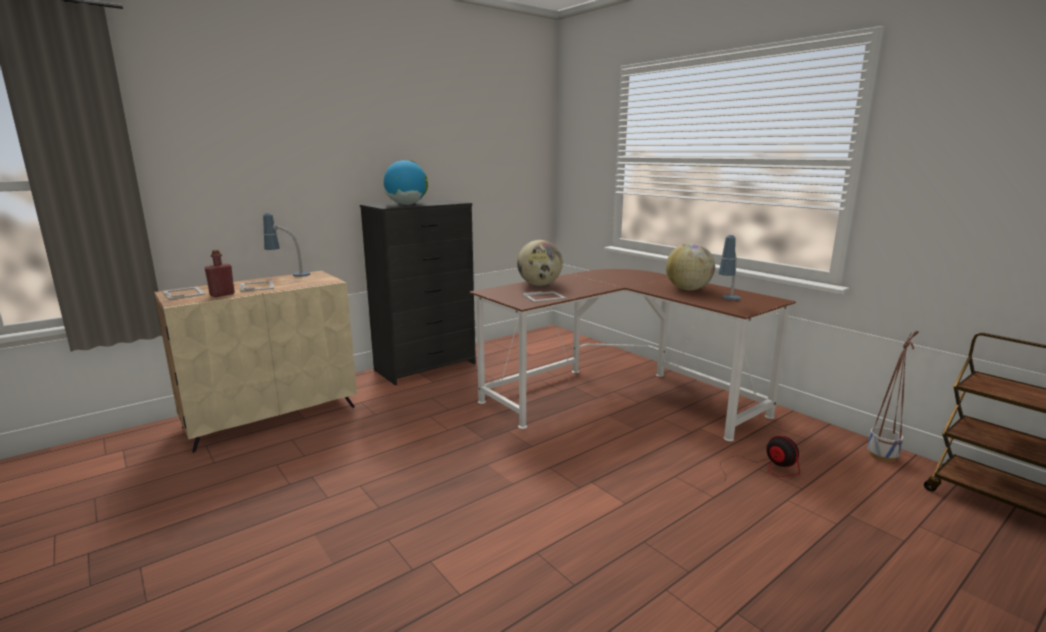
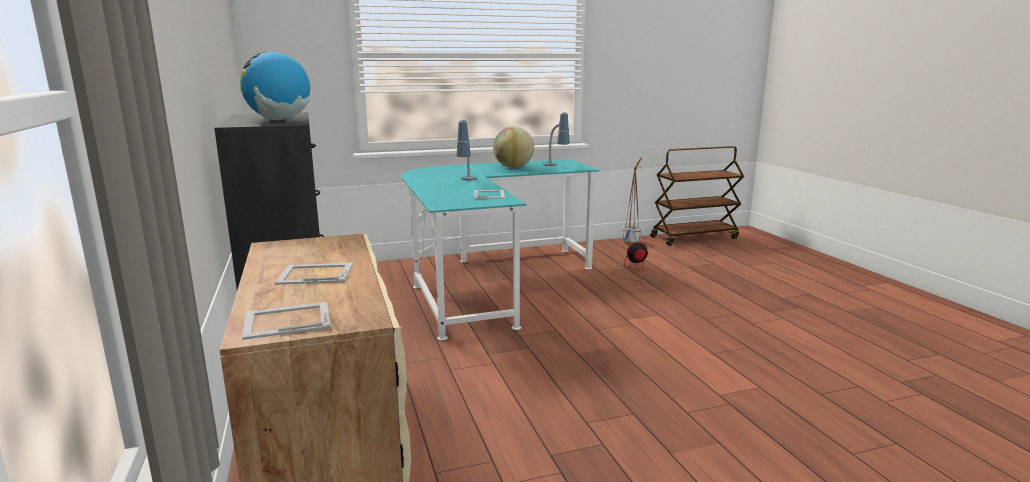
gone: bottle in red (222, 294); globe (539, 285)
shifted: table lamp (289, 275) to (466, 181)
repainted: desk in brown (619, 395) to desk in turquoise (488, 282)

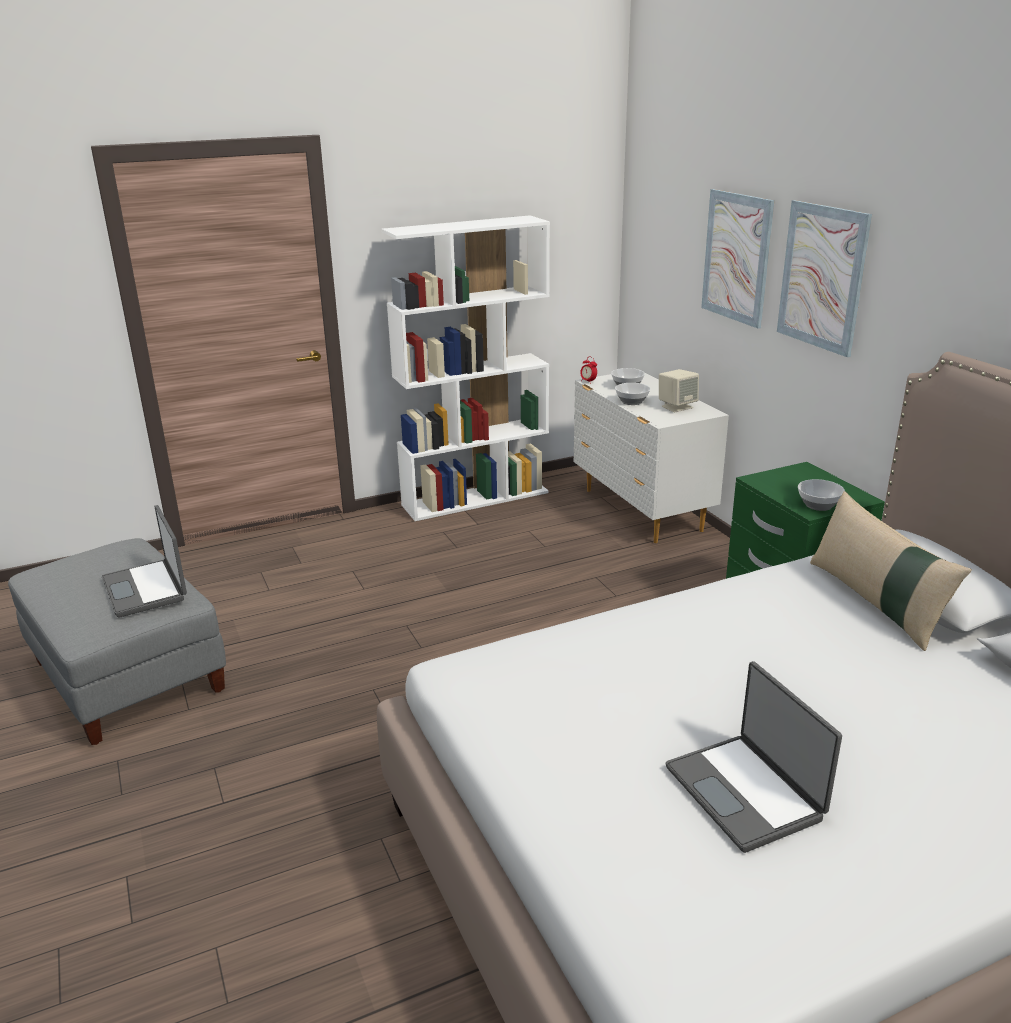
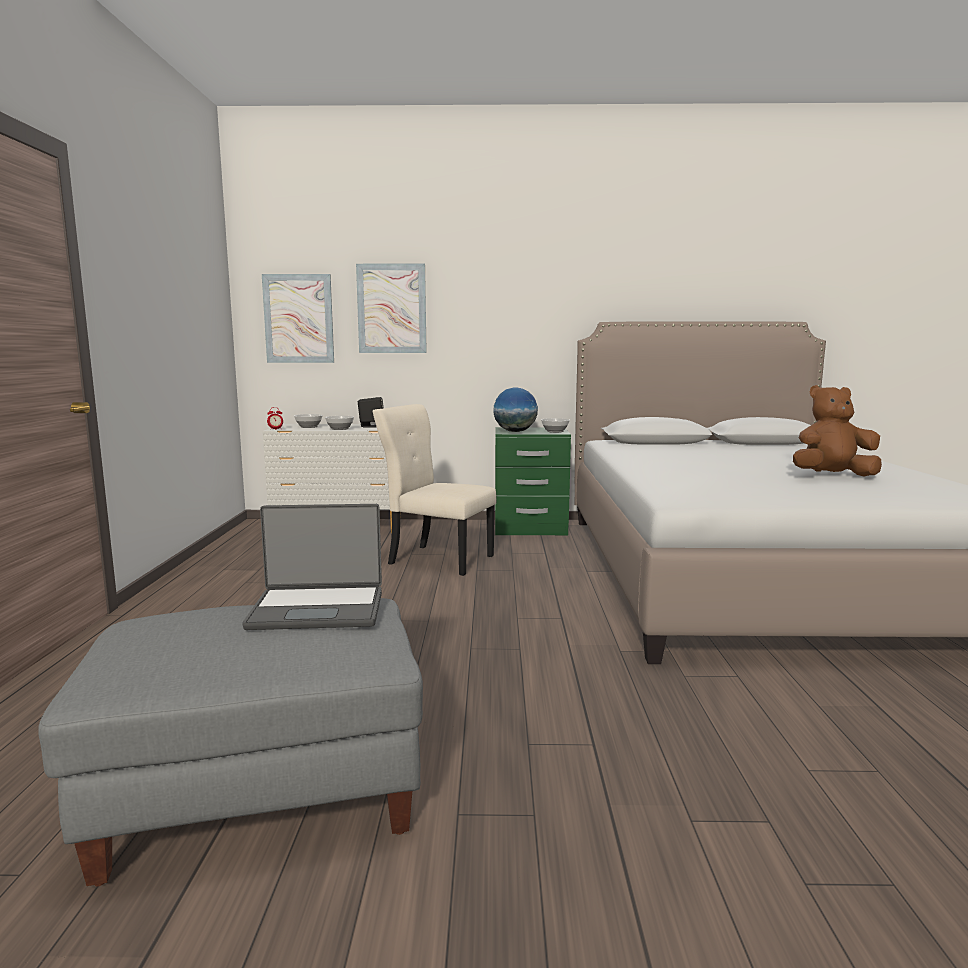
gone: bookcase in white (476, 498); pillow in beige (876, 602)
new: chair in beige (437, 559); globe (515, 432)
shifted: picture (822, 277) to (298, 319)
swapped: laptop (746, 792) to plush toy in brown (832, 476)
repainted: speaker in beige (677, 407) to speaker in black (371, 426)

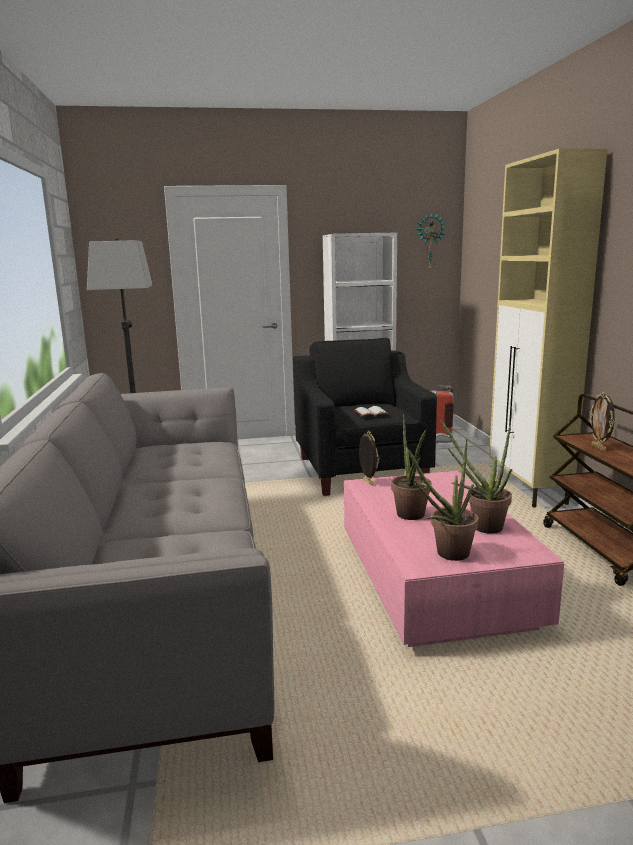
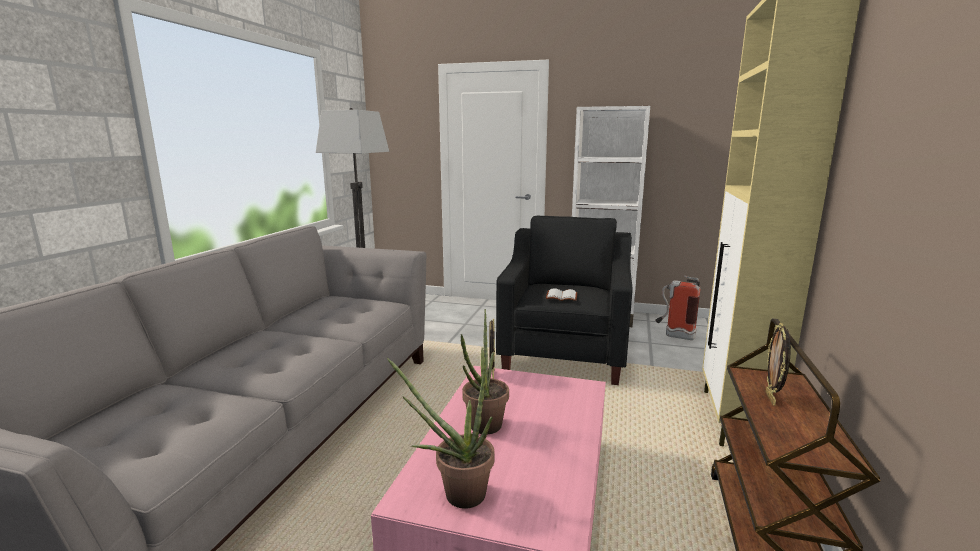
gone: wall clock (429, 242); potted plant (480, 526)

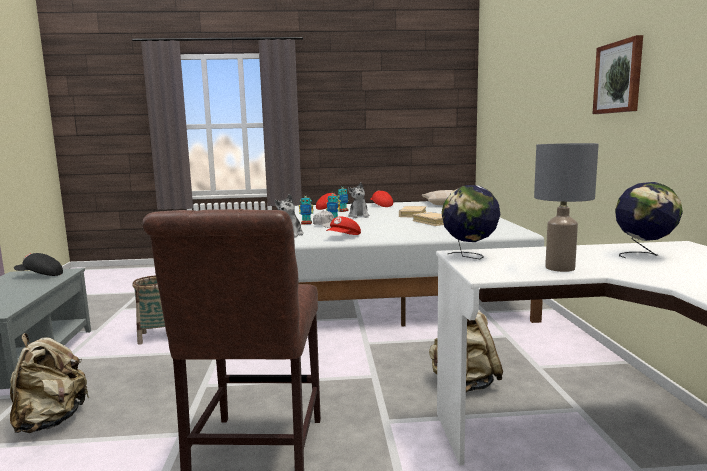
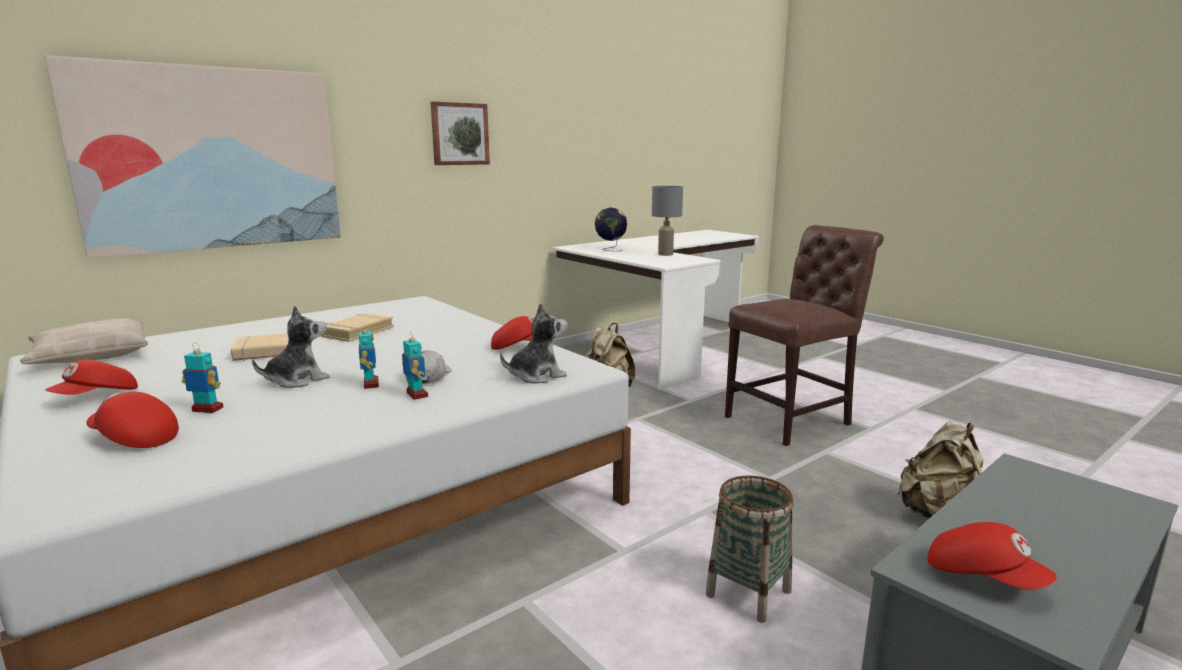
gone: globe (469, 257)
new: picture (212, 159)
repainted: cap in black (40, 275) to cap in red (983, 577)

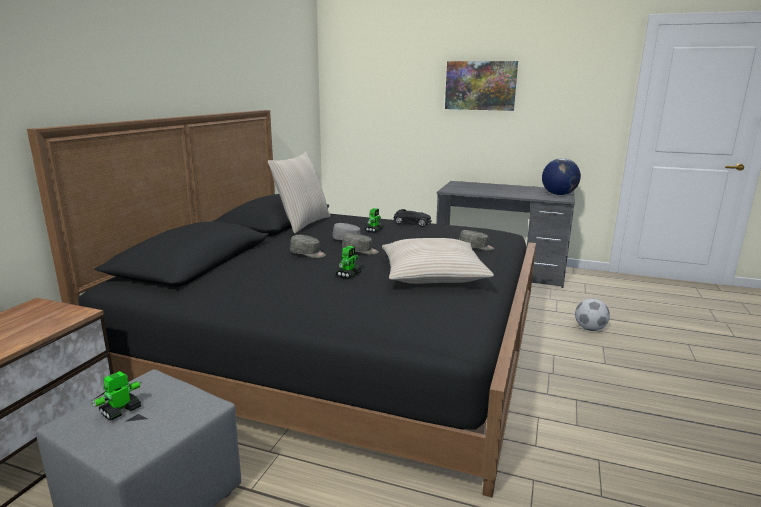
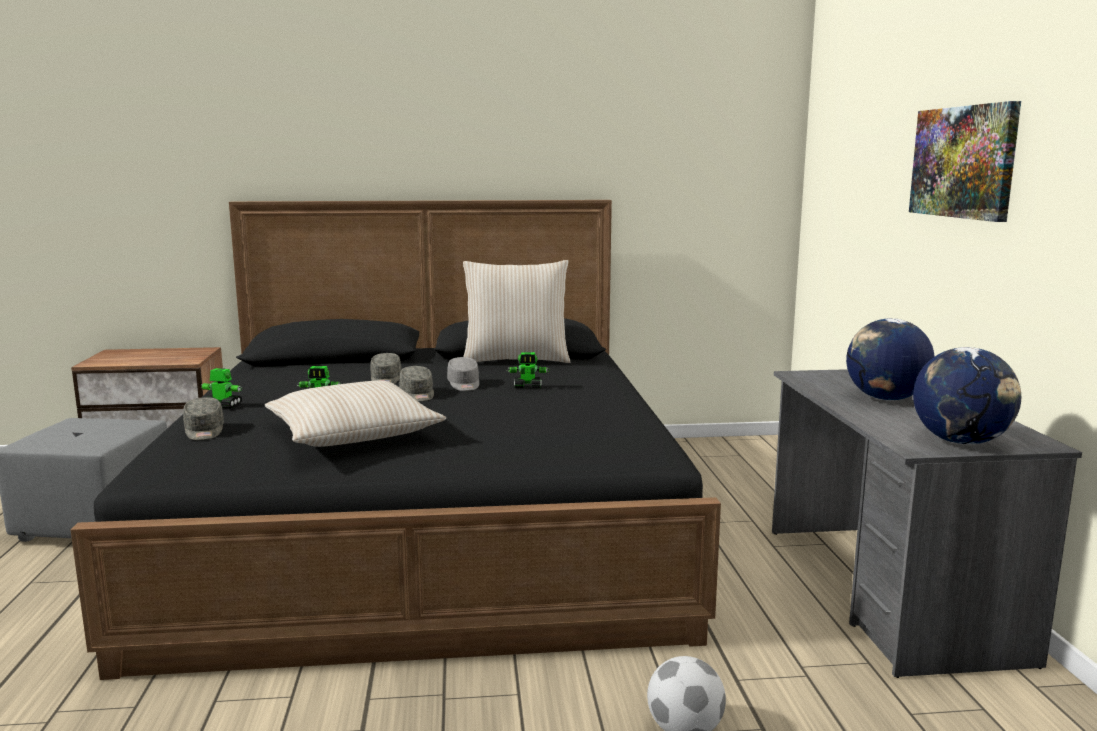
gone: toy car in black (412, 223)
new: globe (885, 399)
shifted: cap in grey (476, 248) to (204, 431); toy robot (120, 411) to (223, 406)

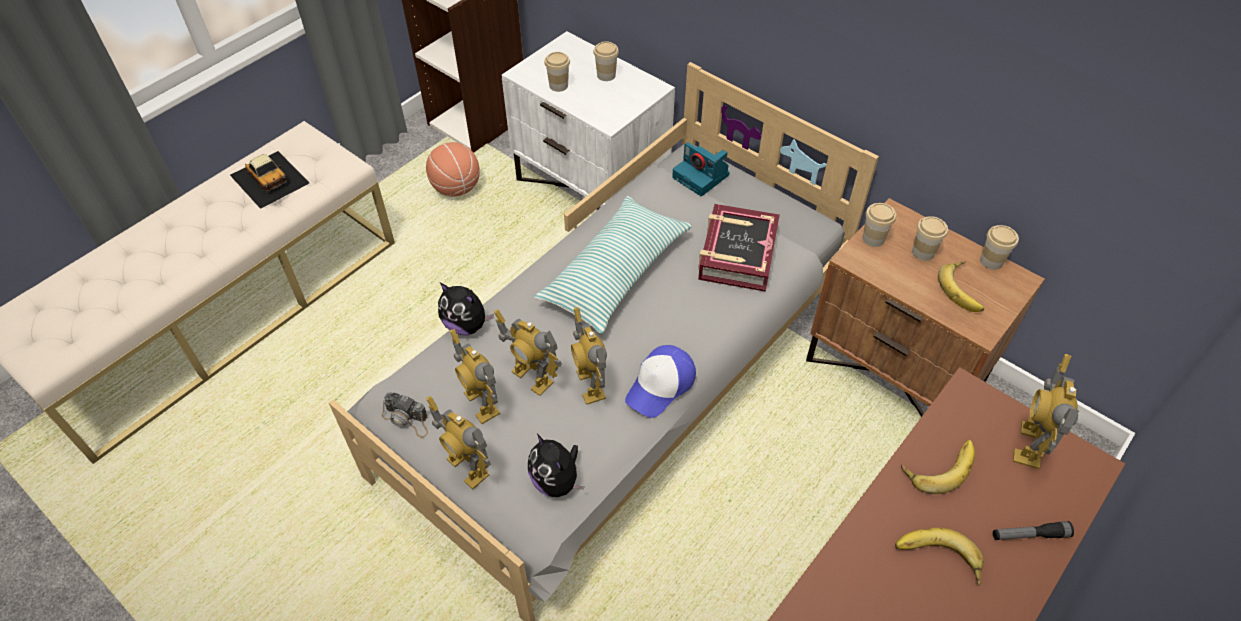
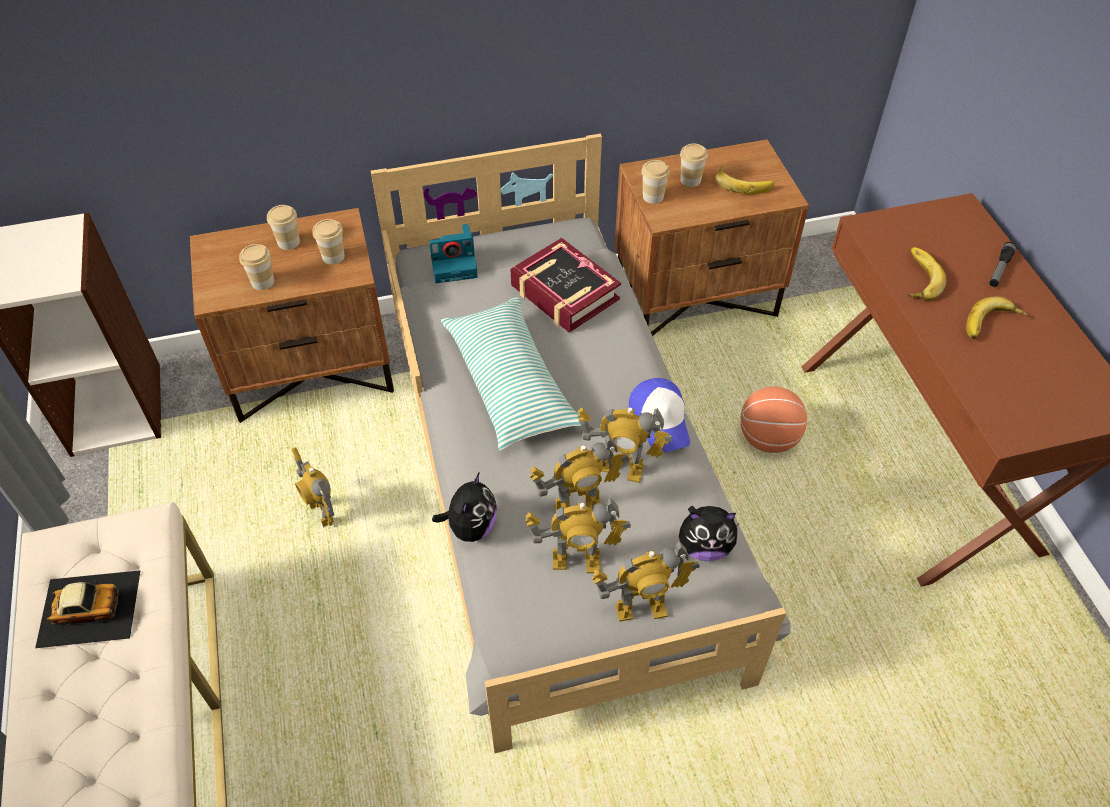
gone: photo camera (407, 419)
shifted: toy robot (1029, 445) to (323, 516); cup (991, 261) to (333, 256); basketball (456, 188) to (767, 438)
repainted: nightstand in white (591, 188) to nightstand in brown (313, 371)
rotated: plush toy (466, 325) = (470, 527) 45 degrees counterclockwise

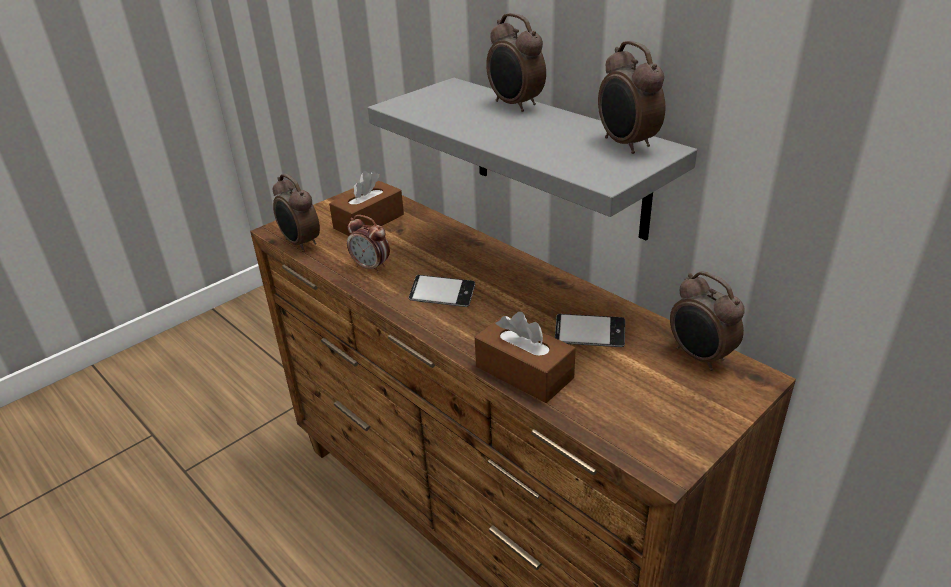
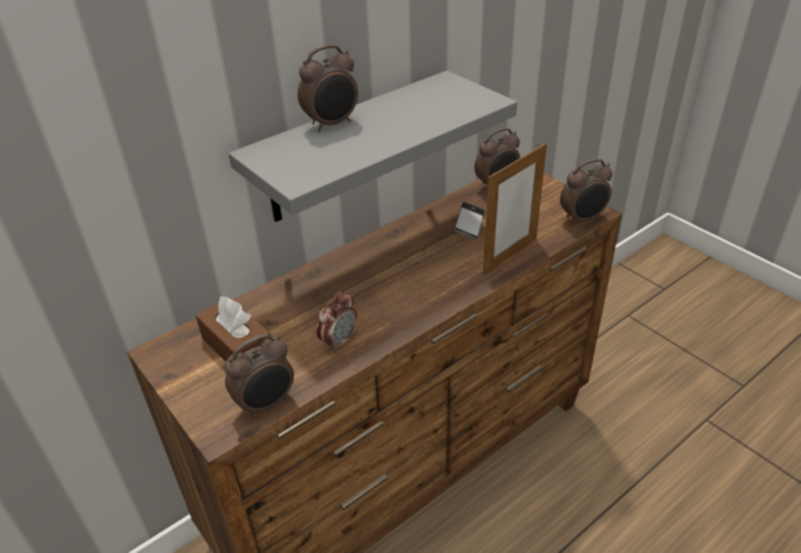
gone: phone (442, 295)
shifted: alarm clock (626, 145) to (583, 219)
swapped: tissue box in brown (524, 372) to picture frame (510, 256)

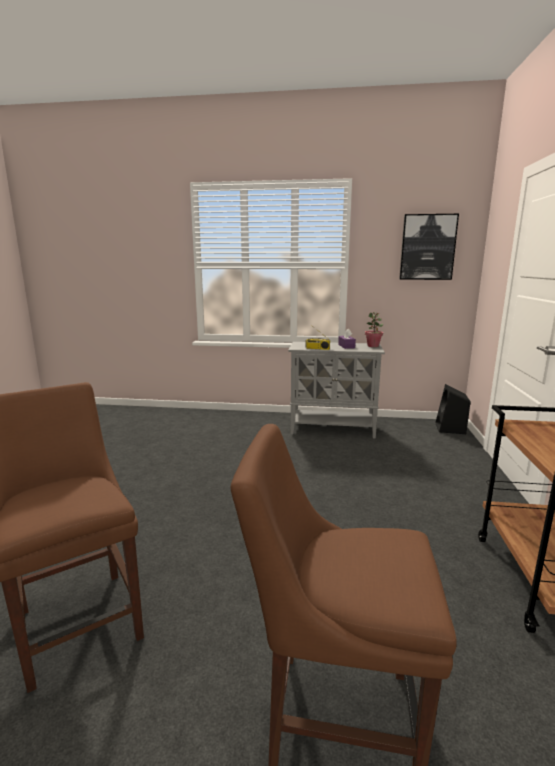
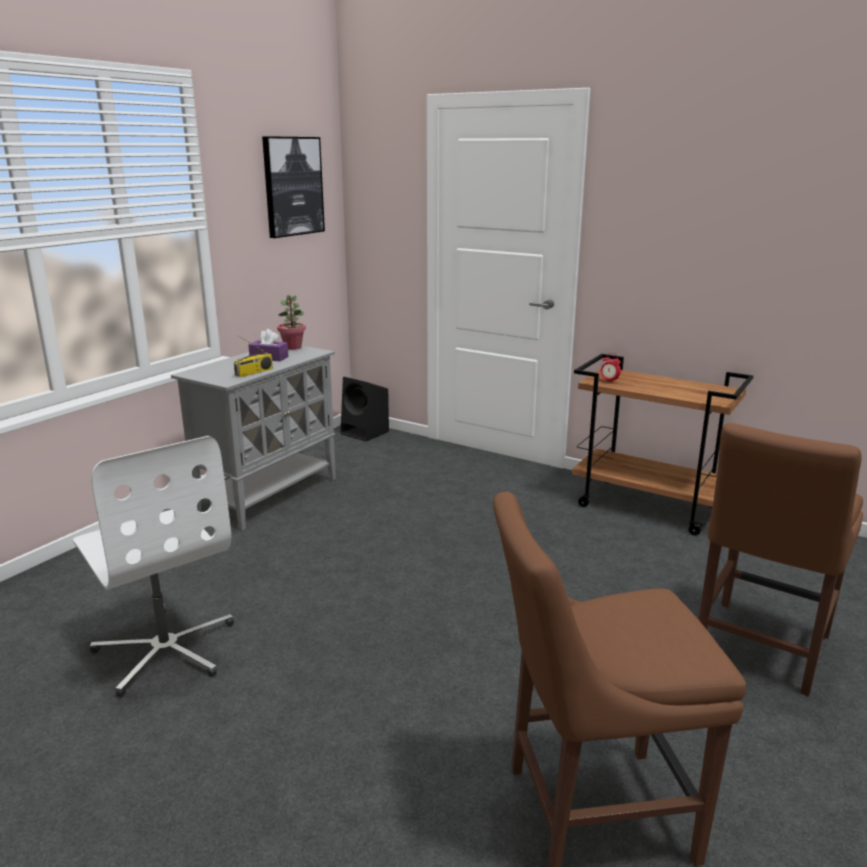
new: office chair in white (166, 649); alarm clock (609, 381)

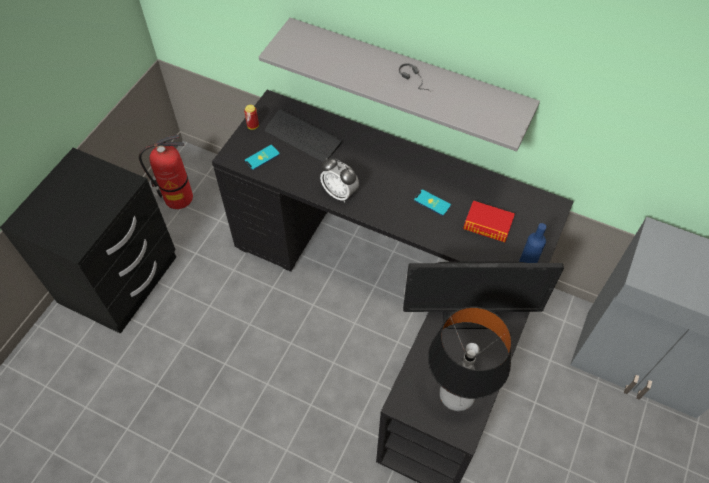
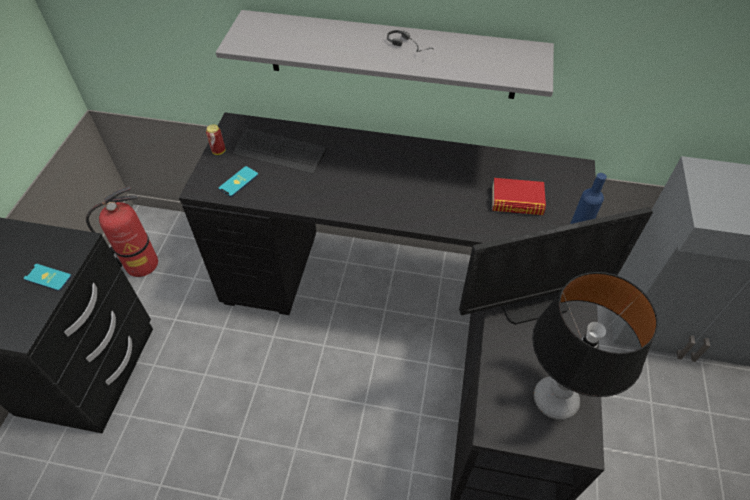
gone: alarm clock (339, 193)
shifted: phone (432, 202) to (48, 277)

